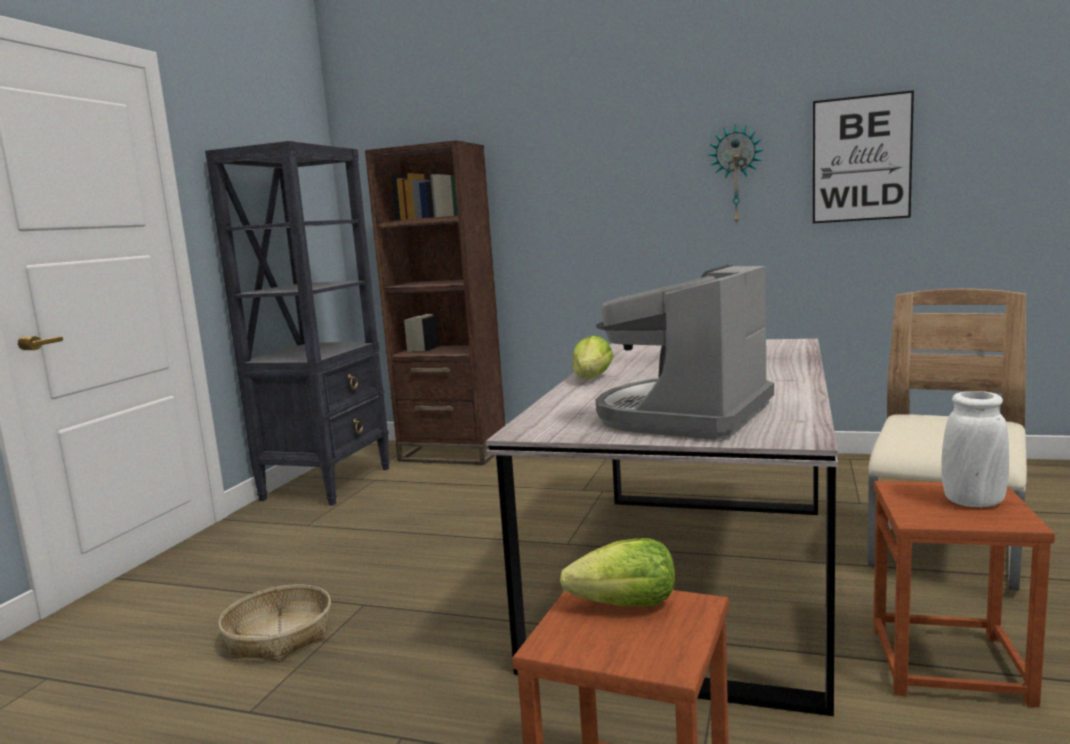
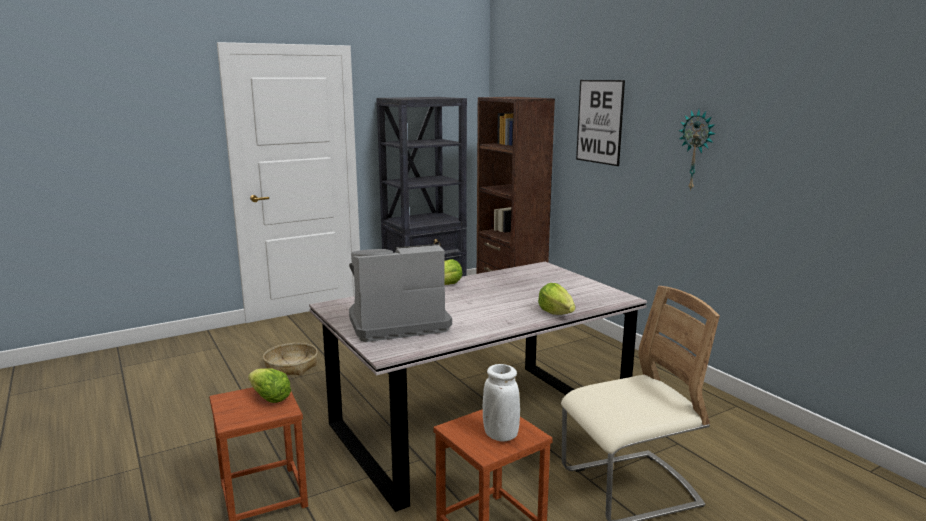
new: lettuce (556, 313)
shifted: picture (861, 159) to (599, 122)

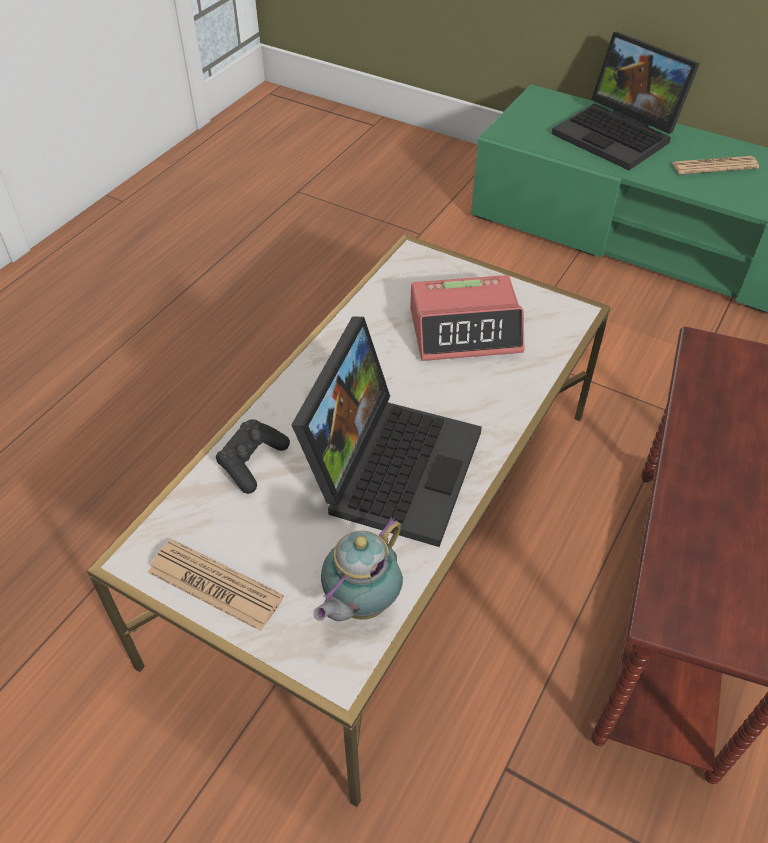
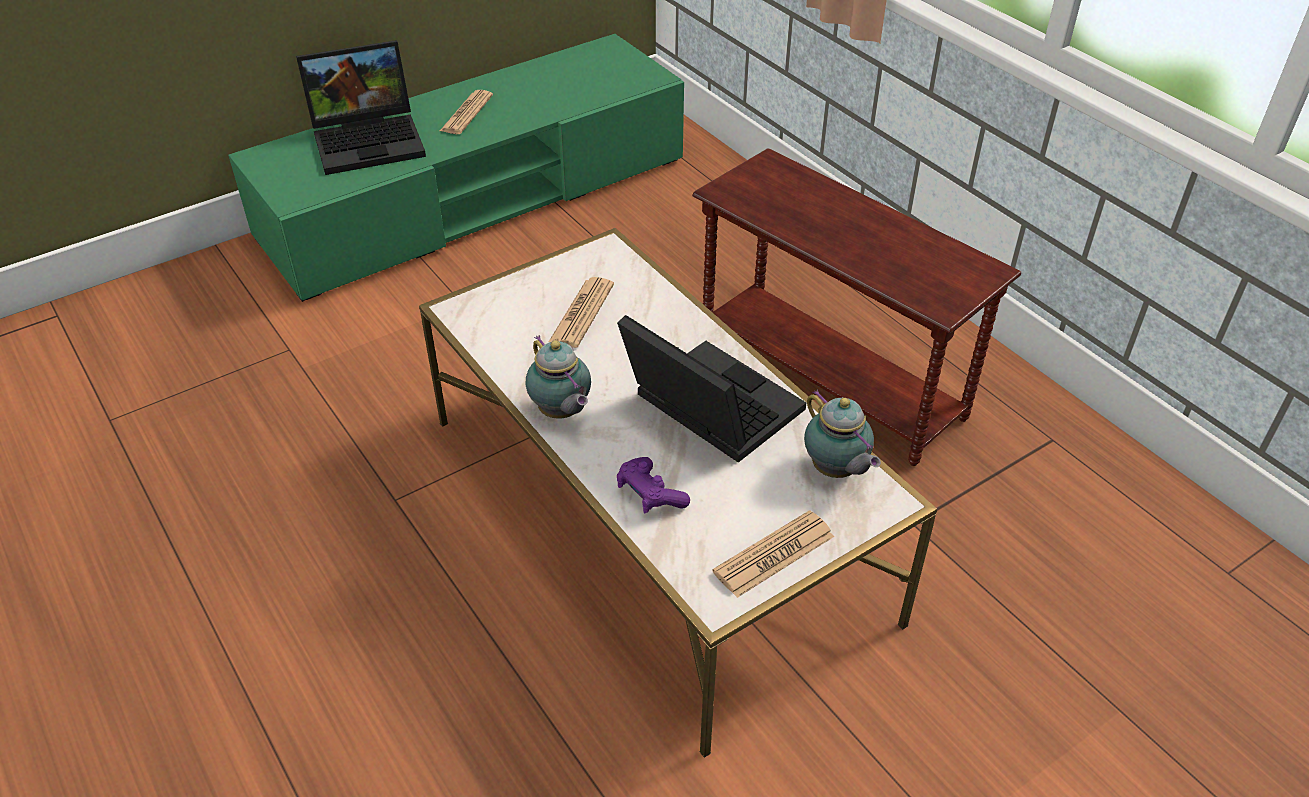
new: teapot (561, 413)
swapped: alarm clock (465, 330) to newspaper (582, 313)
repainted: game controller in black (252, 462) to game controller in purple (650, 495)

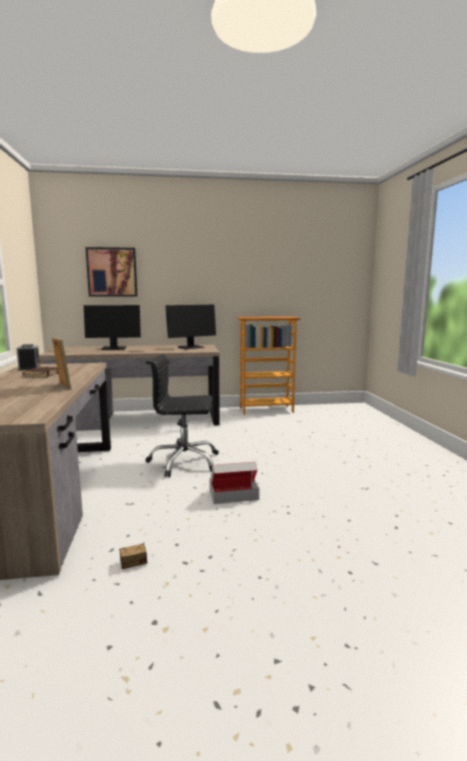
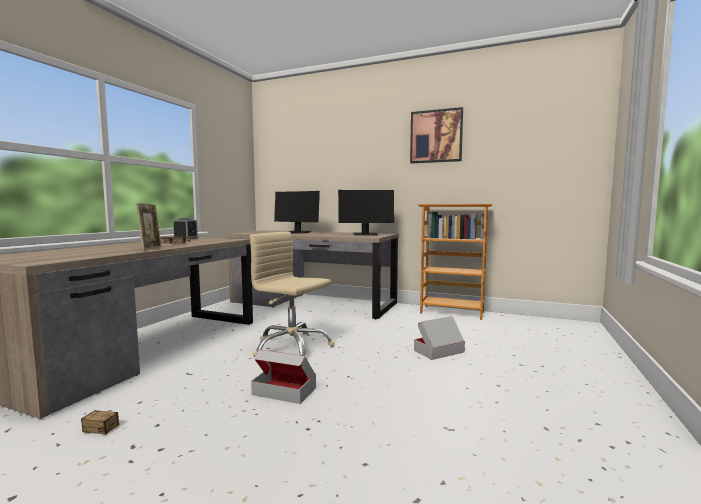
new: cardboard box (438, 351)
shifted: picture (112, 272) to (436, 136)
repainted: office chair in black (184, 462) to office chair in beige (292, 347)

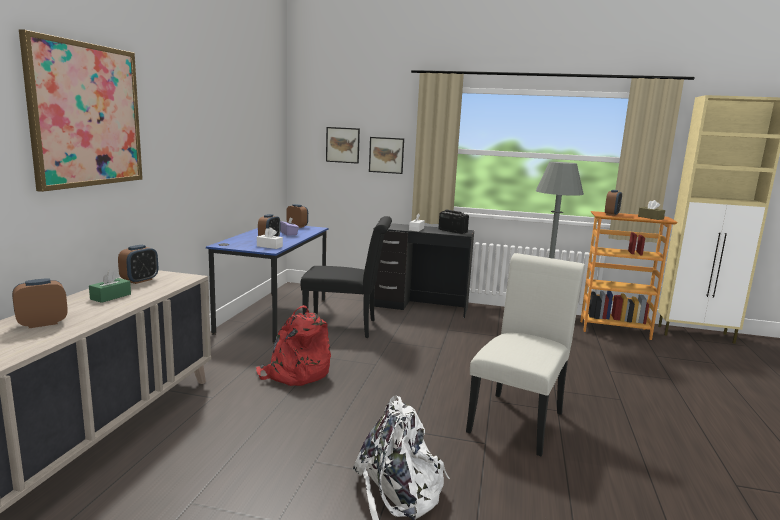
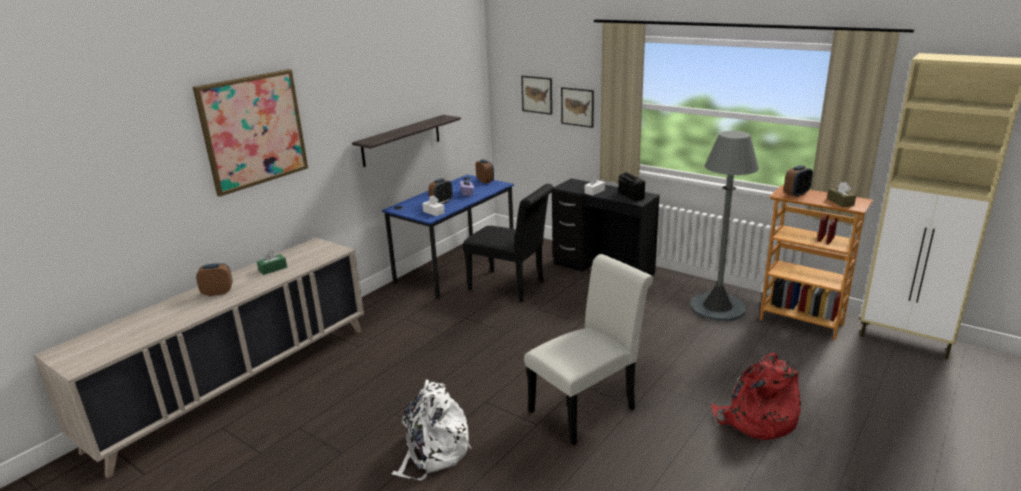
gone: alarm clock (140, 280)
new: shelf (401, 140)
shifted: backpack in red (295, 374) to (756, 420)

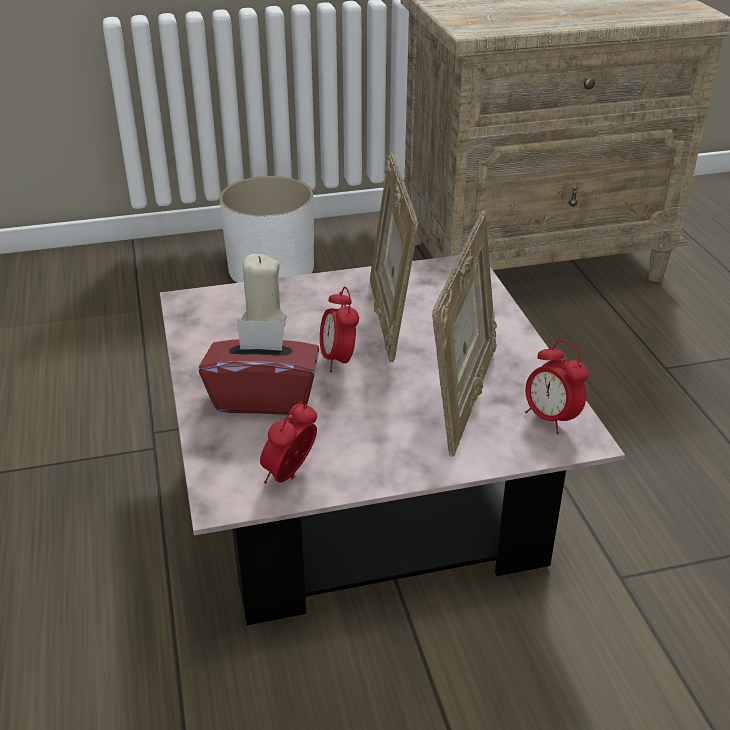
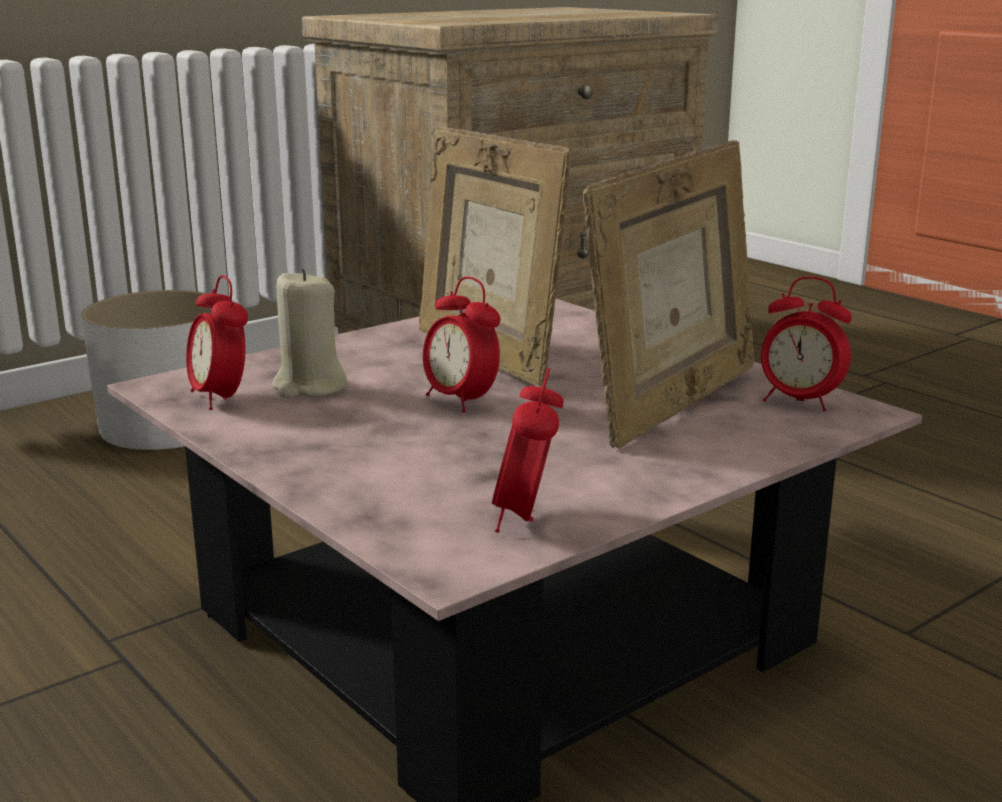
gone: tissue box in red (264, 397)
new: alarm clock (220, 399)
rotated: picture frame (463, 400) = (672, 406) 45 degrees clockwise

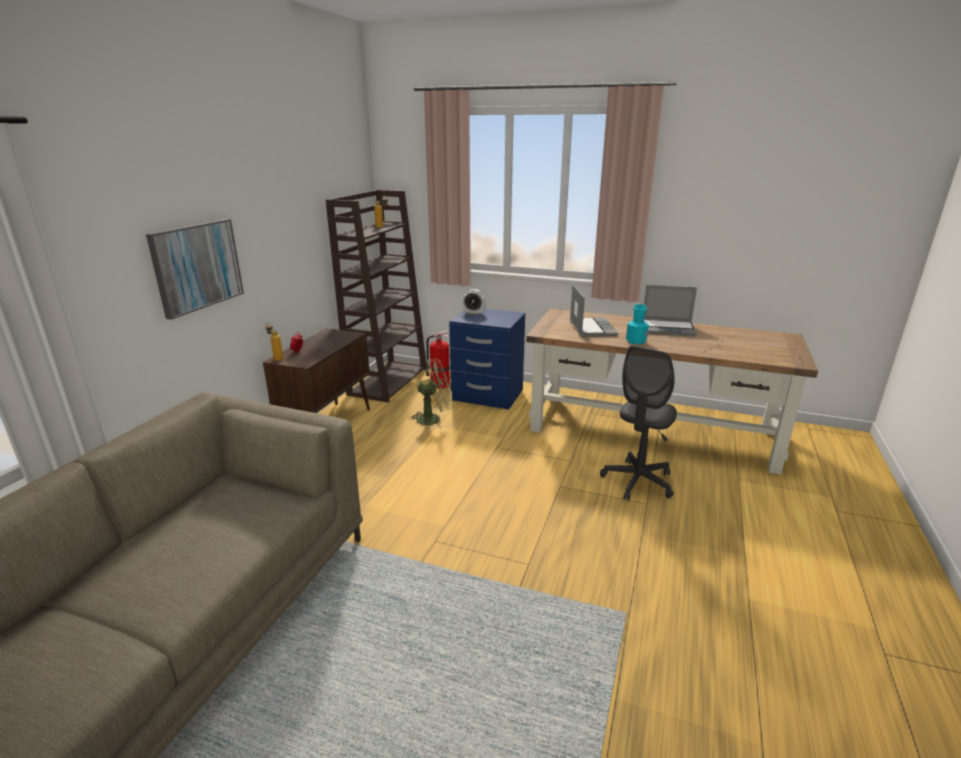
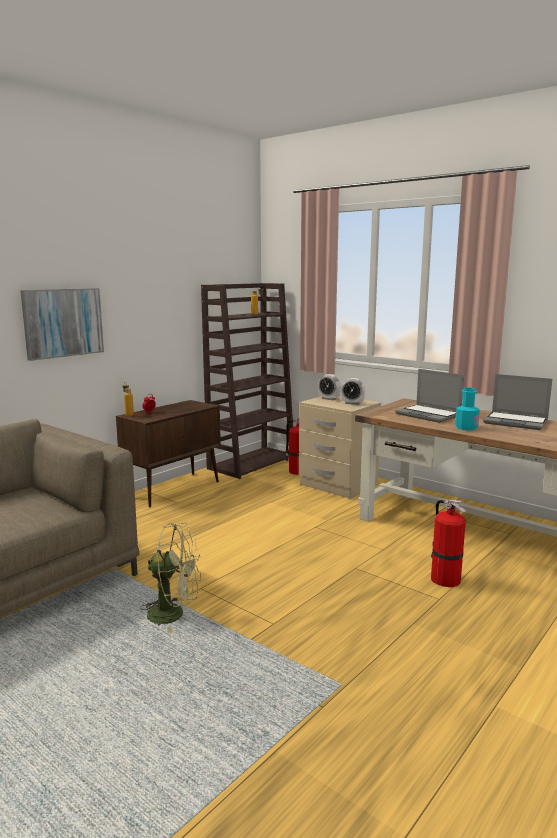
new: alarm clock (352, 403)
shifted: fan in green (433, 418) to (174, 614)
swapped: office chair in grey (638, 481) to fire extinguisher (444, 579)
repainted: nightstand in blue (487, 395) to nightstand in beige (337, 485)
rotated: laptop (591, 328) = (429, 415) 120 degrees clockwise

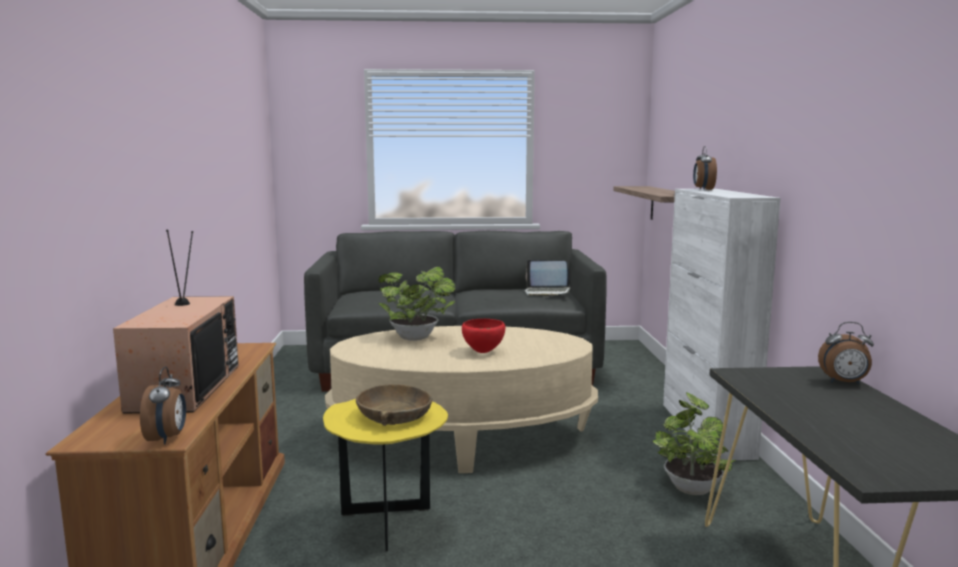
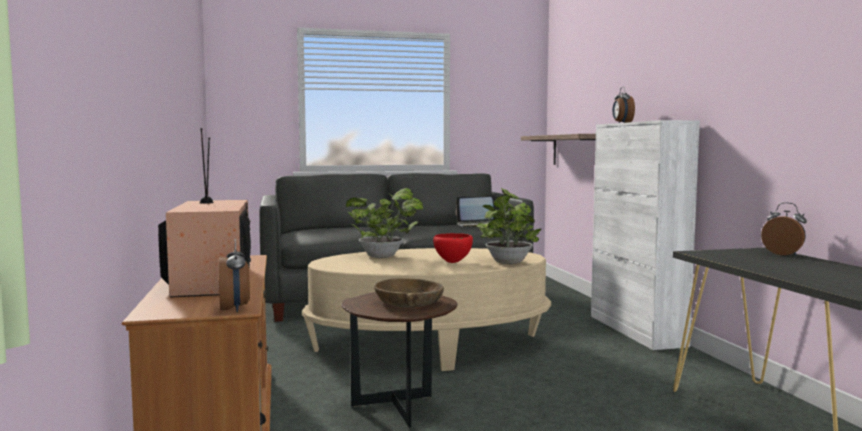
shifted: potted plant (691, 487) to (507, 261)
repainted: side table in yellow (388, 526) to side table in brown (400, 411)
rotated: alarm clock (844, 382) = (784, 254) 135 degrees counterclockwise

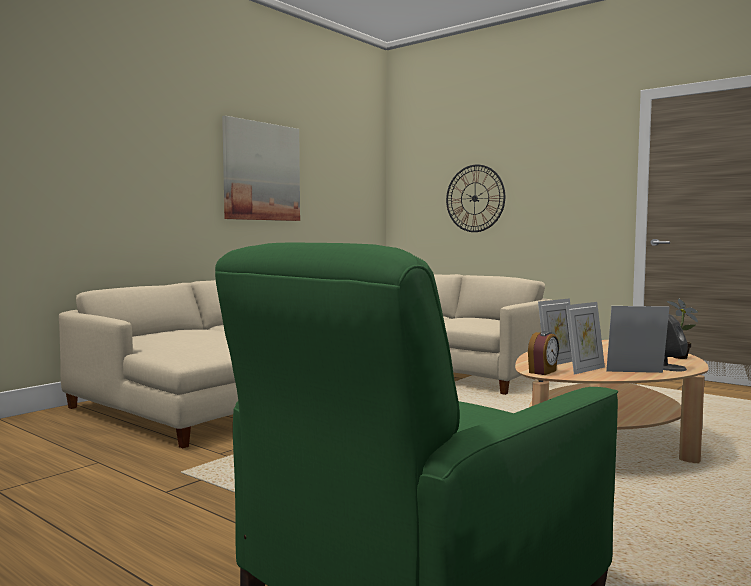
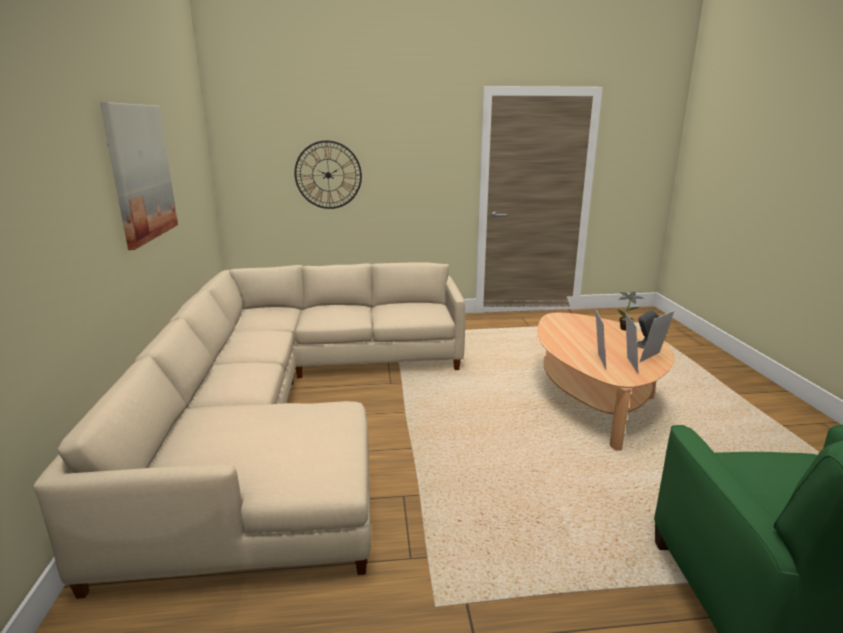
gone: alarm clock (543, 372)

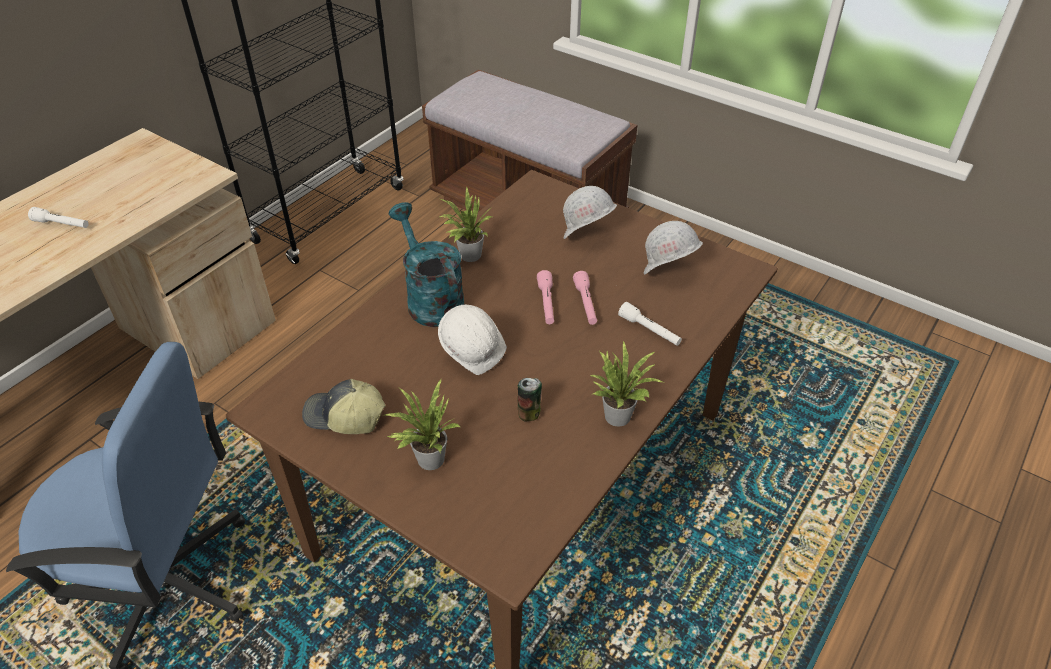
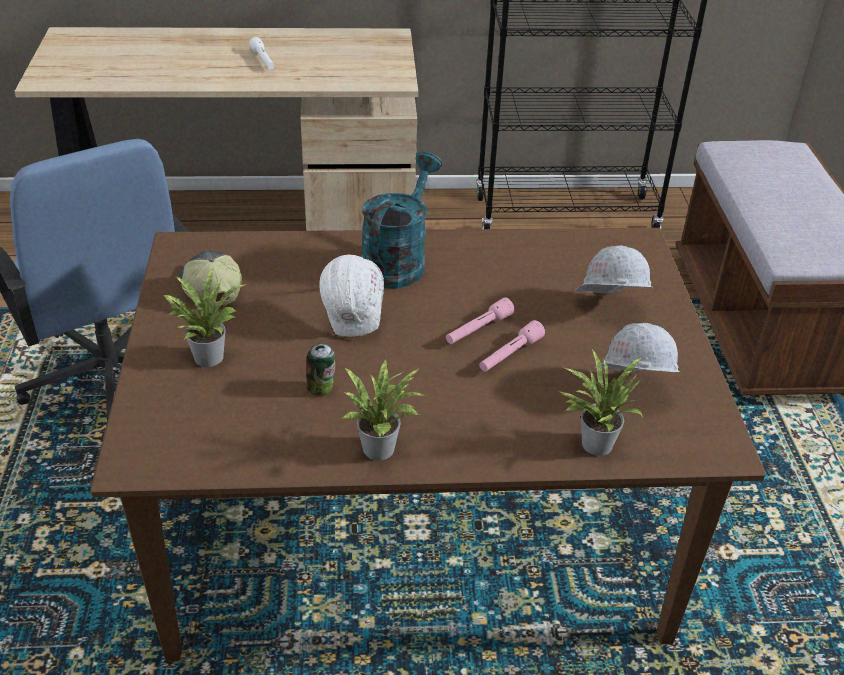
gone: flashlight in white (649, 331)
shifted: potted plant (467, 255) to (593, 442)

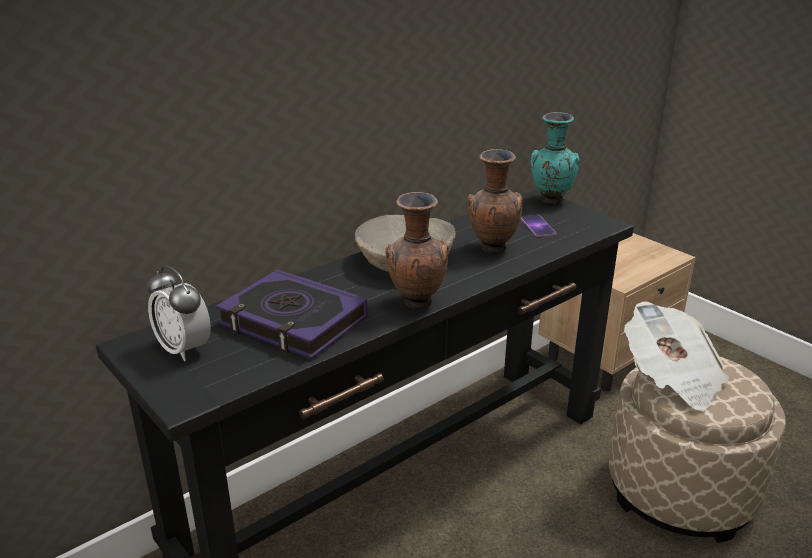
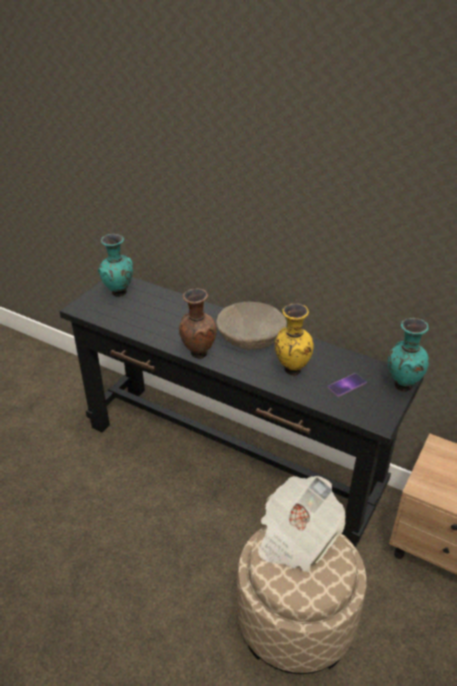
gone: book (293, 322)
swapped: alarm clock (184, 349) to vase in turquoise (119, 293)
repainted: vase in brown (492, 249) to vase in yellow (291, 369)

